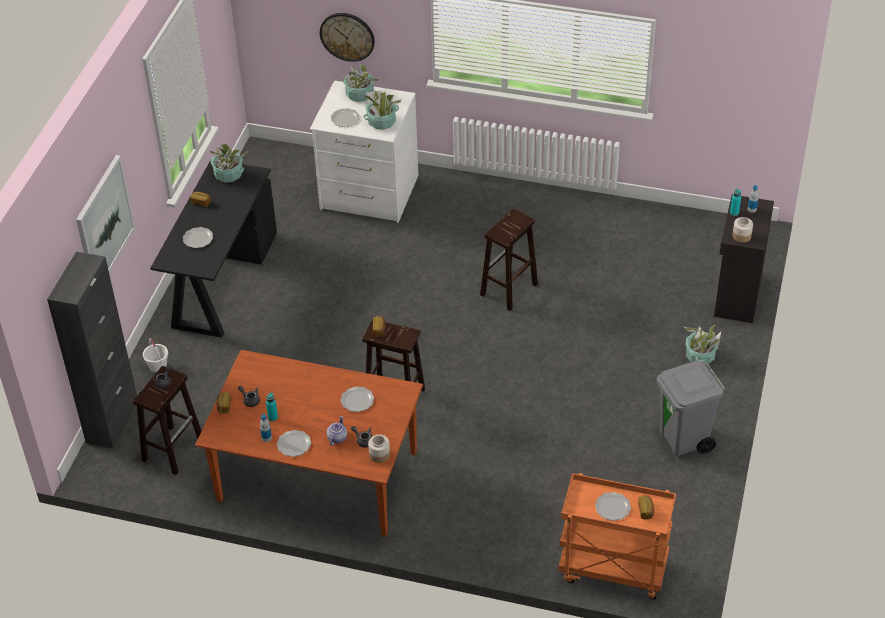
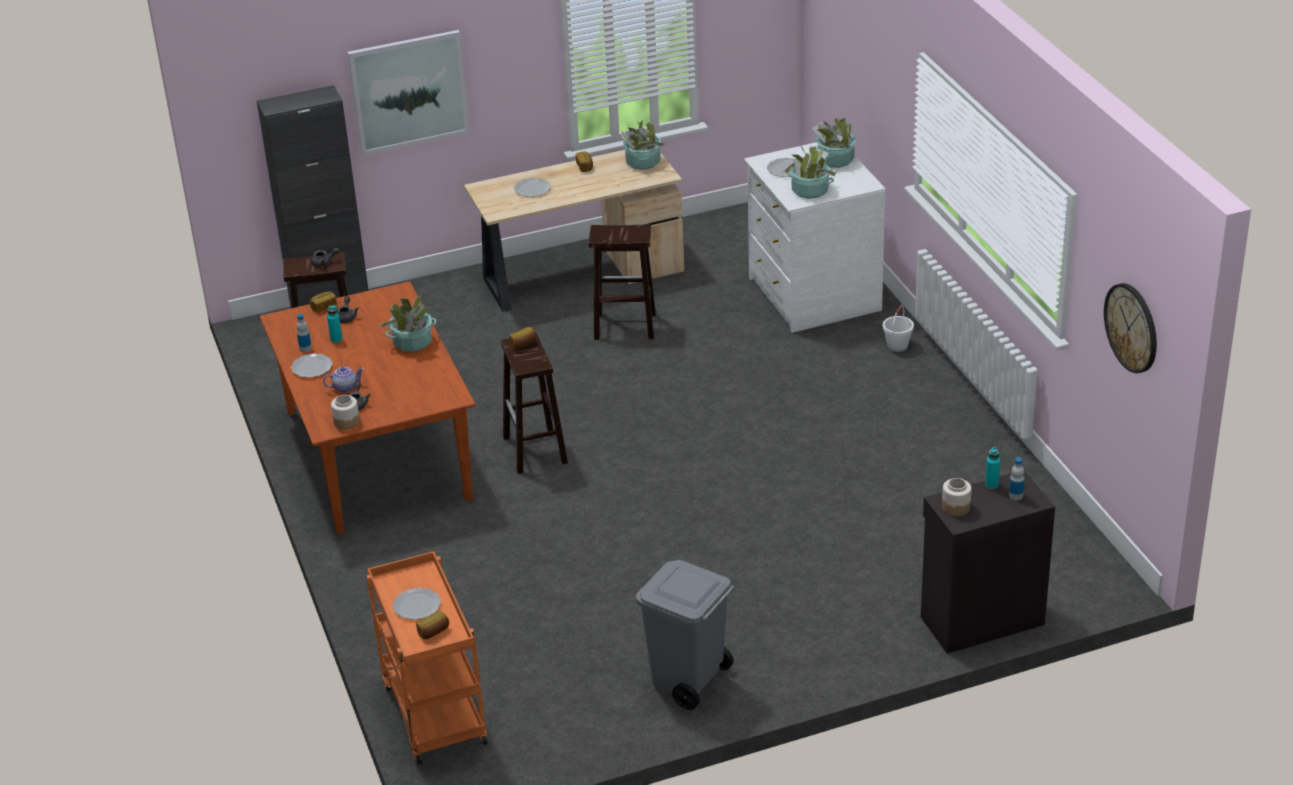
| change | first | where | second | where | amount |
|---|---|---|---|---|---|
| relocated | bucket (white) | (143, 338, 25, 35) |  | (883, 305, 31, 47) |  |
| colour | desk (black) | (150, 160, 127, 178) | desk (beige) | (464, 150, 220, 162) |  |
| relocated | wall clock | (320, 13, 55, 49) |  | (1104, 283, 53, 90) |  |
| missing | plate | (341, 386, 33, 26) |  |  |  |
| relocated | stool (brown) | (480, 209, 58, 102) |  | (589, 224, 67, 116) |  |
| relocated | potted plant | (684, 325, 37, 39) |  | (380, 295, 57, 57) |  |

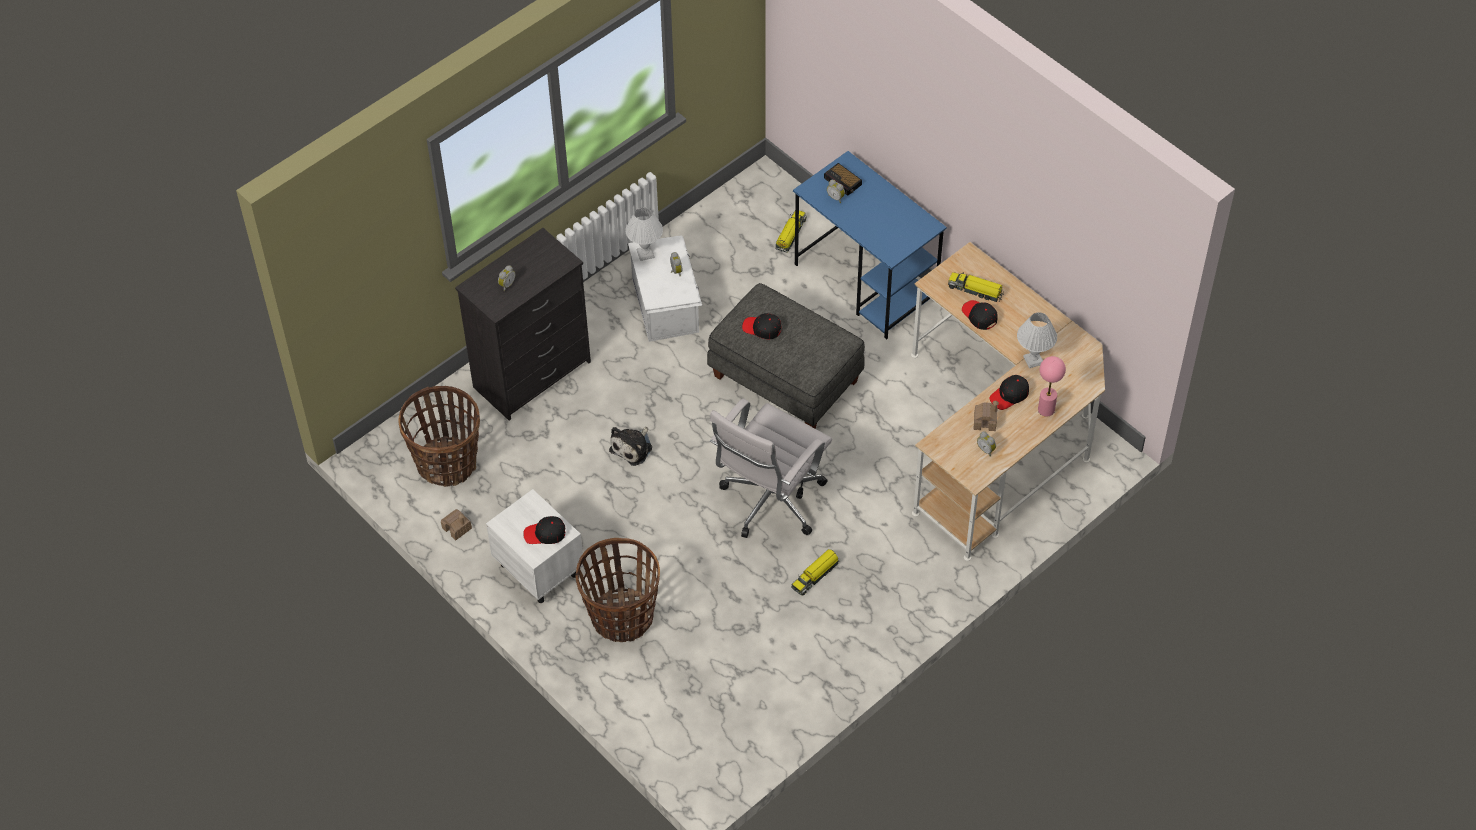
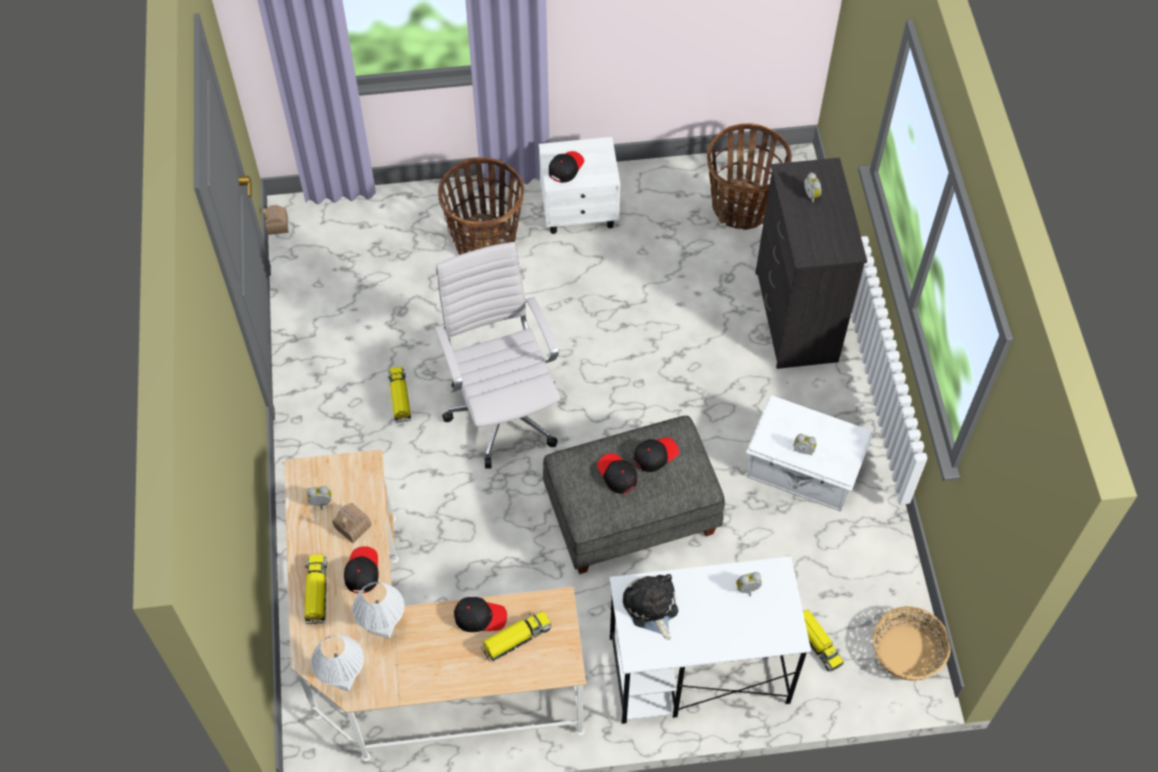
| change | first | where | second | where | amount |
|---|---|---|---|---|---|
| relocated | toy house | (441, 509, 31, 32) |  | (261, 205, 27, 30) |  |
| relocated | plush toy | (609, 426, 43, 40) |  | (623, 574, 55, 66) |  |
| relocated | table lamp (white) | (625, 207, 38, 54) |  | (311, 635, 53, 56) |  |
| colour | desk (blue) | (793, 151, 154, 188) | desk (white) | (609, 556, 202, 168) |  |
| missing | alarm clock | (824, 163, 38, 33) |  |  |  |
| exchanged | table lamp (pink) | (1038, 356, 28, 61) | toy truck | (305, 555, 22, 69) |  |
| appeared |  |  | cap (black) | (597, 453, 40, 41) |  |
| appeared |  |  | basket | (873, 606, 78, 75) |  |

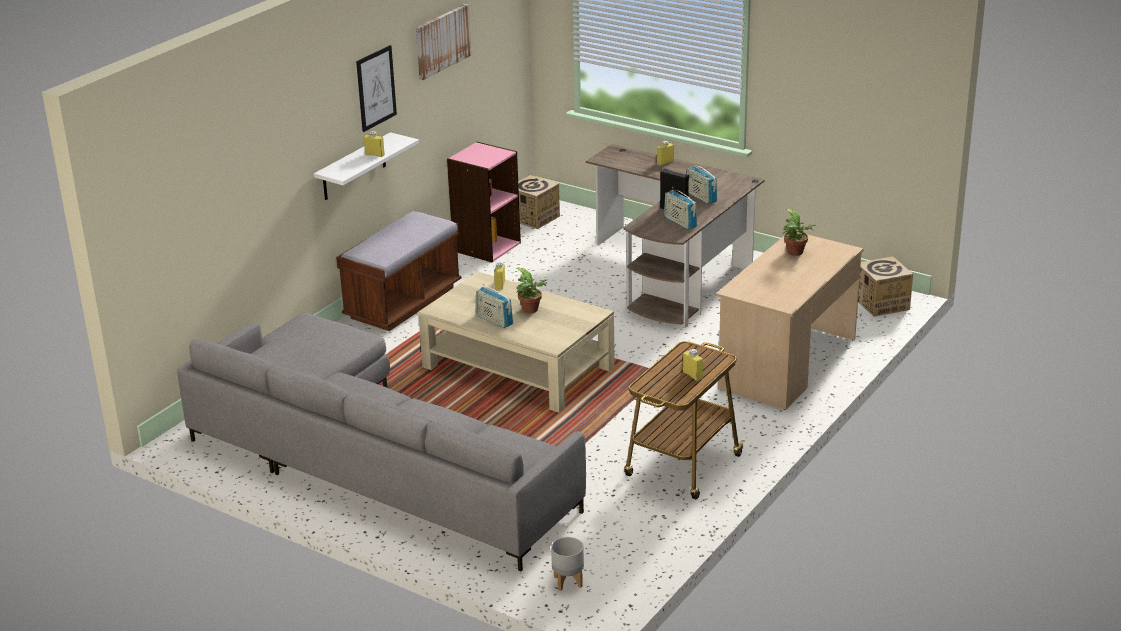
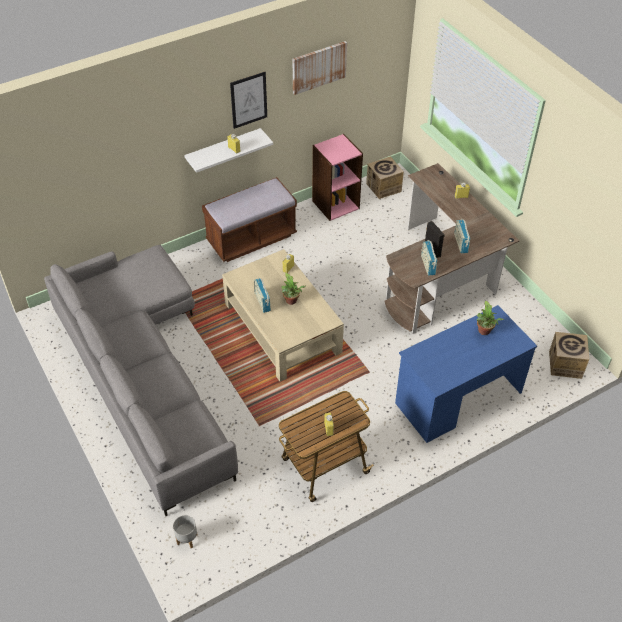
| change | first | where | second | where | amount |
|---|---|---|---|---|---|
| colour | desk (beige) | (716, 235, 148, 175) | desk (blue) | (395, 305, 142, 138) |  |

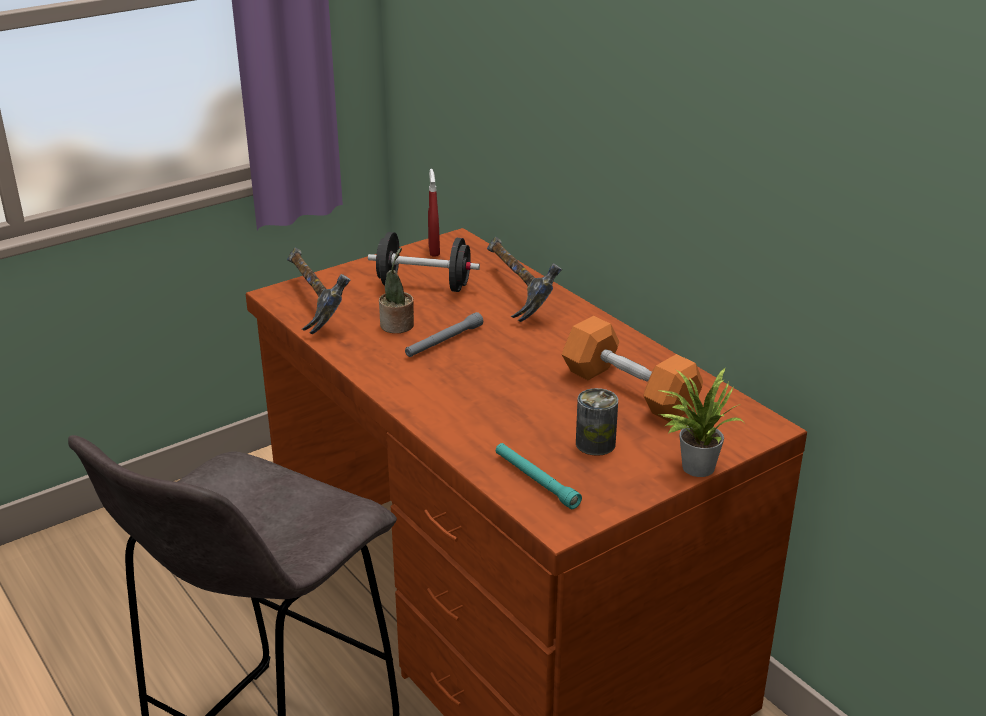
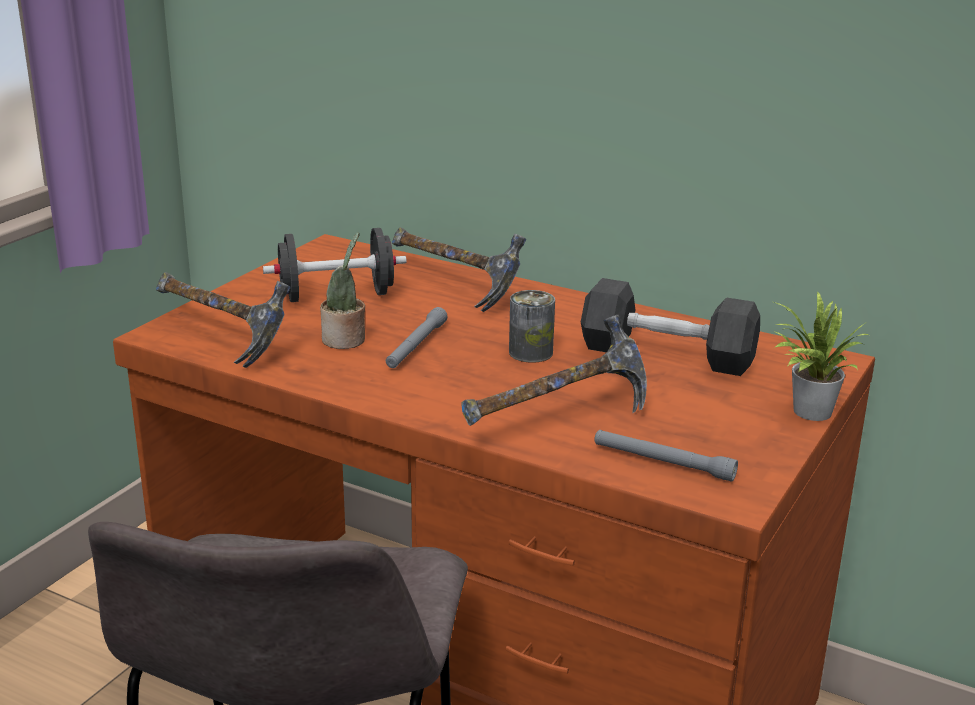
| change | first | where | second | where | amount |
|---|---|---|---|---|---|
| missing | spray bottle (red) | (428, 169, 12, 88) |  |  |  |
| colour | flashlight (turquoise) | (496, 443, 86, 66) | flashlight (grey) | (594, 430, 144, 52) |  |
| colour | dumbbell (orange) | (562, 316, 141, 106) | dumbbell (grey) | (581, 278, 179, 98) |  |
| relocated | can | (576, 388, 42, 68) |  | (509, 290, 46, 73) |  |
| appeared |  |  | hammer | (461, 315, 186, 111) |  |

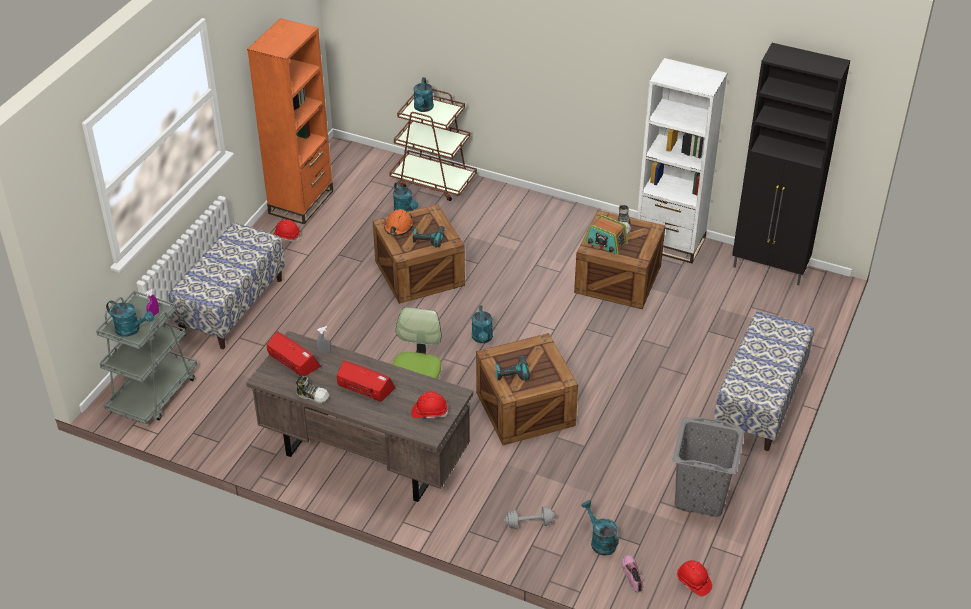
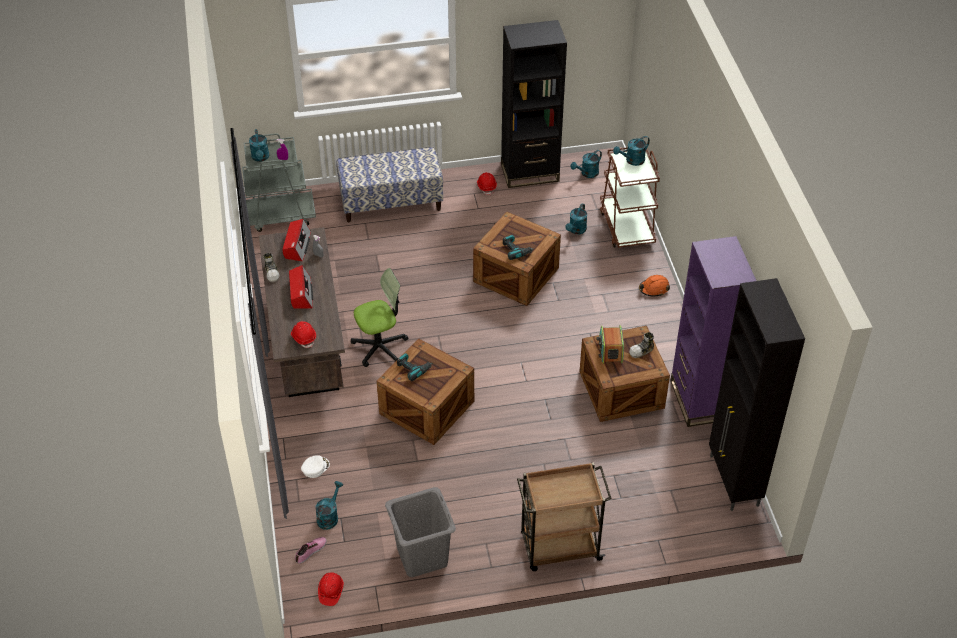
| change | first | where | second | where | amount |
|---|---|---|---|---|---|
| colour | bookcase (orange) | (247, 18, 86, 206) | bookcase (black) | (501, 20, 66, 168) |  |
| relocated | hard hat (orange) | (384, 209, 29, 27) |  | (639, 275, 31, 21) |  |
| relocated | watering can (turquoise) | (472, 305, 21, 38) |  | (570, 150, 32, 28) |  |
| exchanged | dumbbell (grey) | (504, 506, 52, 23) | cap (white) | (301, 455, 29, 23) |  |
| colour | bookcase (white) | (637, 58, 90, 205) | bookcase (purple) | (670, 236, 87, 191) |  |
| exchanged | bench | (714, 311, 100, 140) | cart (brown) | (517, 463, 95, 108) |  |

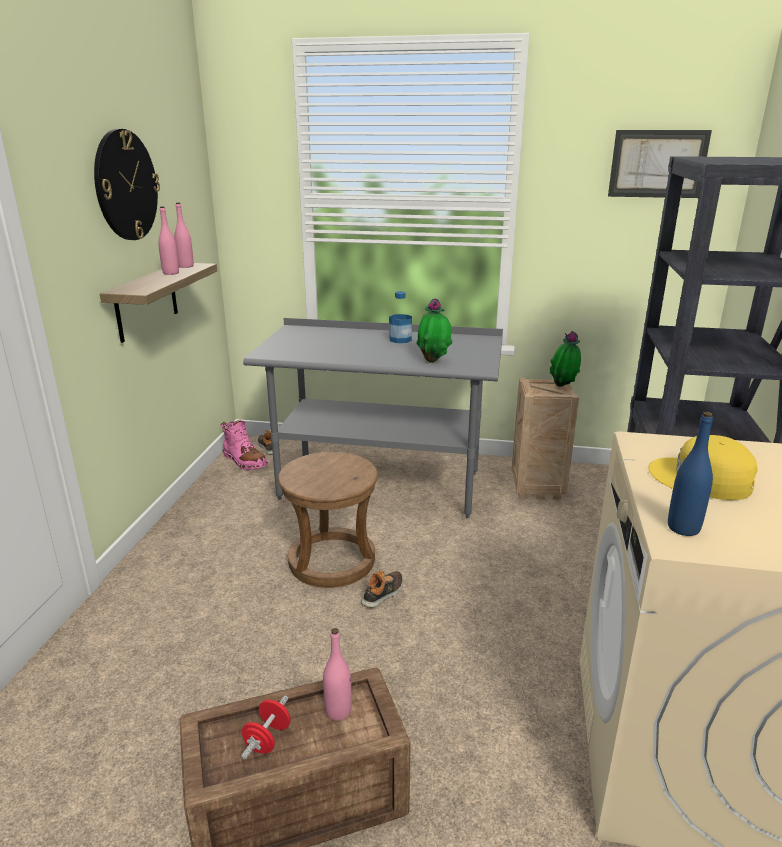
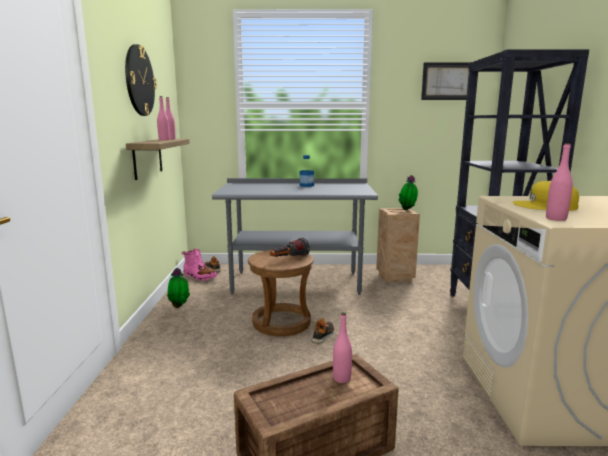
| change | first | where | second | where | amount |
|---|---|---|---|---|---|
| missing | dumbbell (red) | (241, 695, 50, 65) |  |  |  |
| relocated | potted plant | (416, 299, 37, 64) |  | (167, 268, 23, 40) |  |
| colour | bottle (blue) | (668, 412, 45, 124) | bottle (pink) | (546, 143, 27, 78) |  |
| appeared |  |  | flashlight | (270, 237, 40, 20) |  |

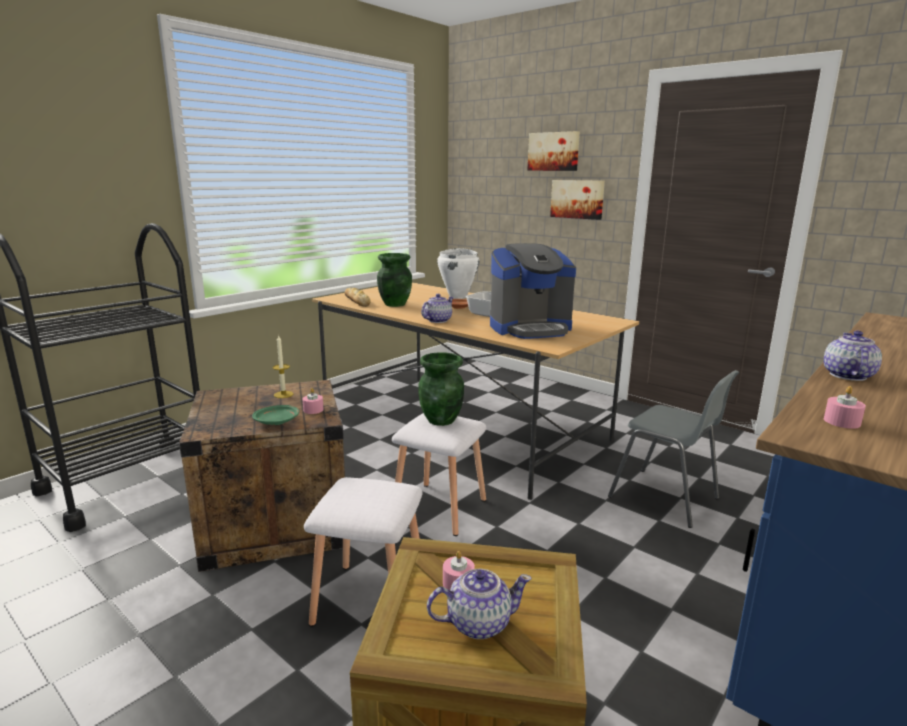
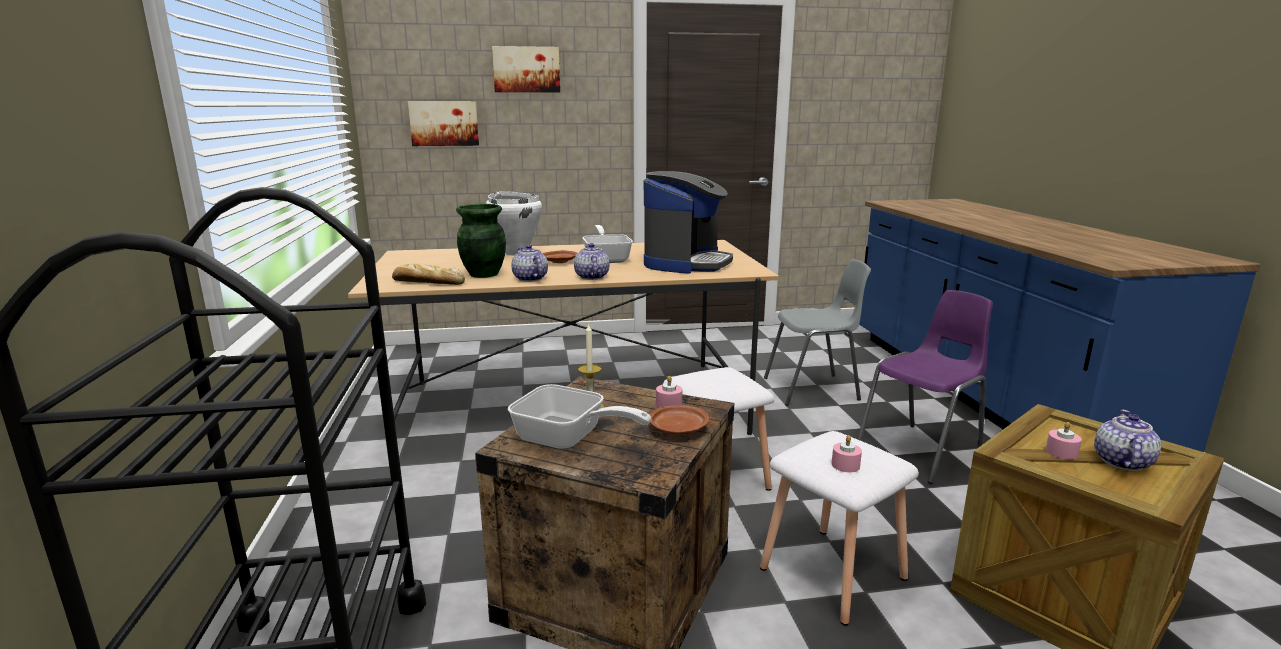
| change | first | where | second | where | amount |
|---|---|---|---|---|---|
| colour | plate (green) | (252, 405, 47, 20) | plate (brown) | (650, 405, 59, 30) |  |
| missing | vase (green) | (418, 352, 46, 74) |  |  |  |
| relocated | picture | (550, 180, 55, 40) |  | (408, 101, 71, 45) |  |
| relocated | teapot | (824, 331, 58, 50) |  | (511, 245, 37, 37) |  |
| relocated | candle (pink) | (824, 386, 42, 43) |  | (832, 435, 30, 37) |  |
| appeared |  |  | frying pan | (508, 384, 143, 65) |  |
| appeared |  |  | chair (purple) | (857, 290, 136, 194) |  |

